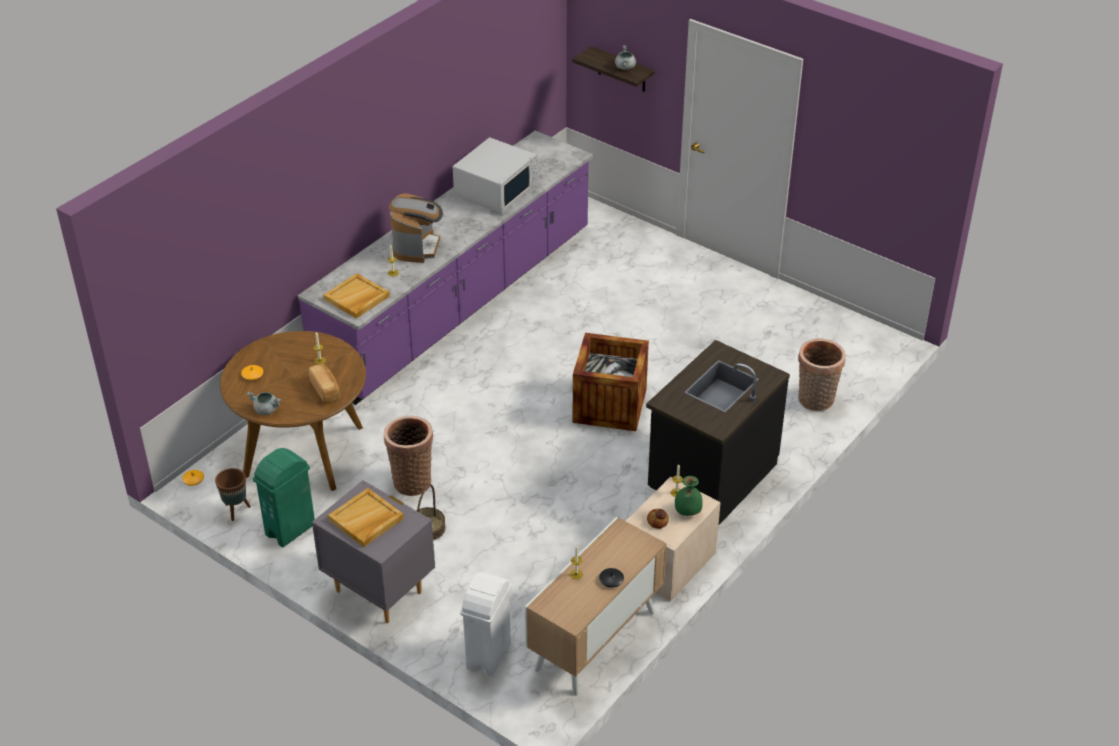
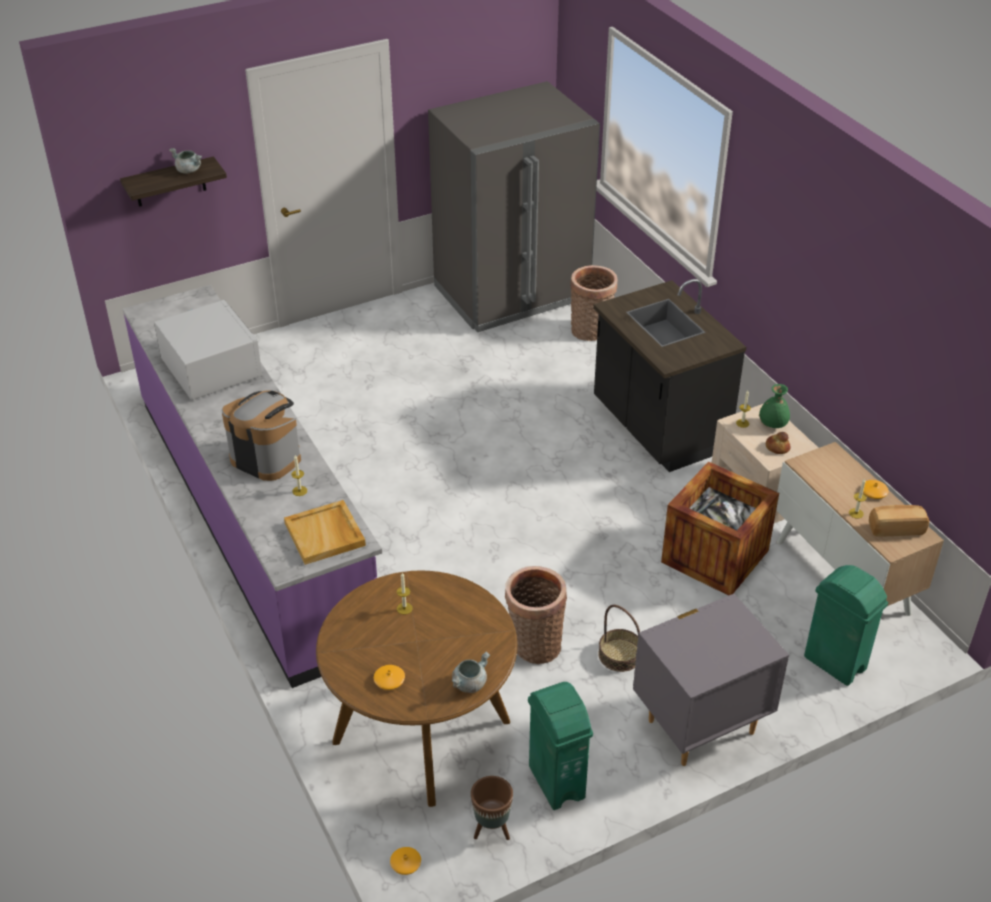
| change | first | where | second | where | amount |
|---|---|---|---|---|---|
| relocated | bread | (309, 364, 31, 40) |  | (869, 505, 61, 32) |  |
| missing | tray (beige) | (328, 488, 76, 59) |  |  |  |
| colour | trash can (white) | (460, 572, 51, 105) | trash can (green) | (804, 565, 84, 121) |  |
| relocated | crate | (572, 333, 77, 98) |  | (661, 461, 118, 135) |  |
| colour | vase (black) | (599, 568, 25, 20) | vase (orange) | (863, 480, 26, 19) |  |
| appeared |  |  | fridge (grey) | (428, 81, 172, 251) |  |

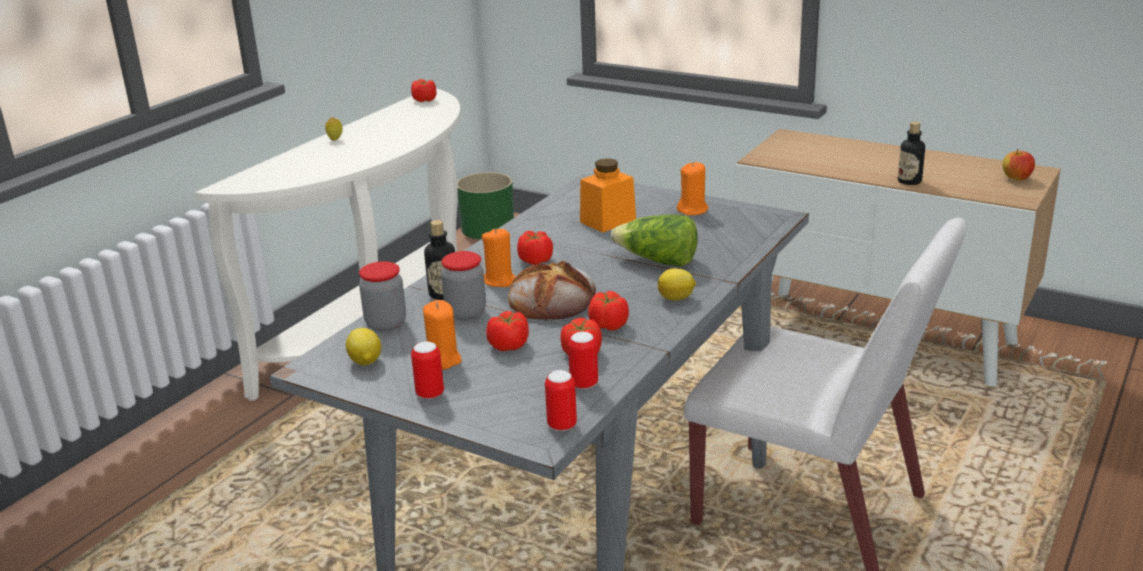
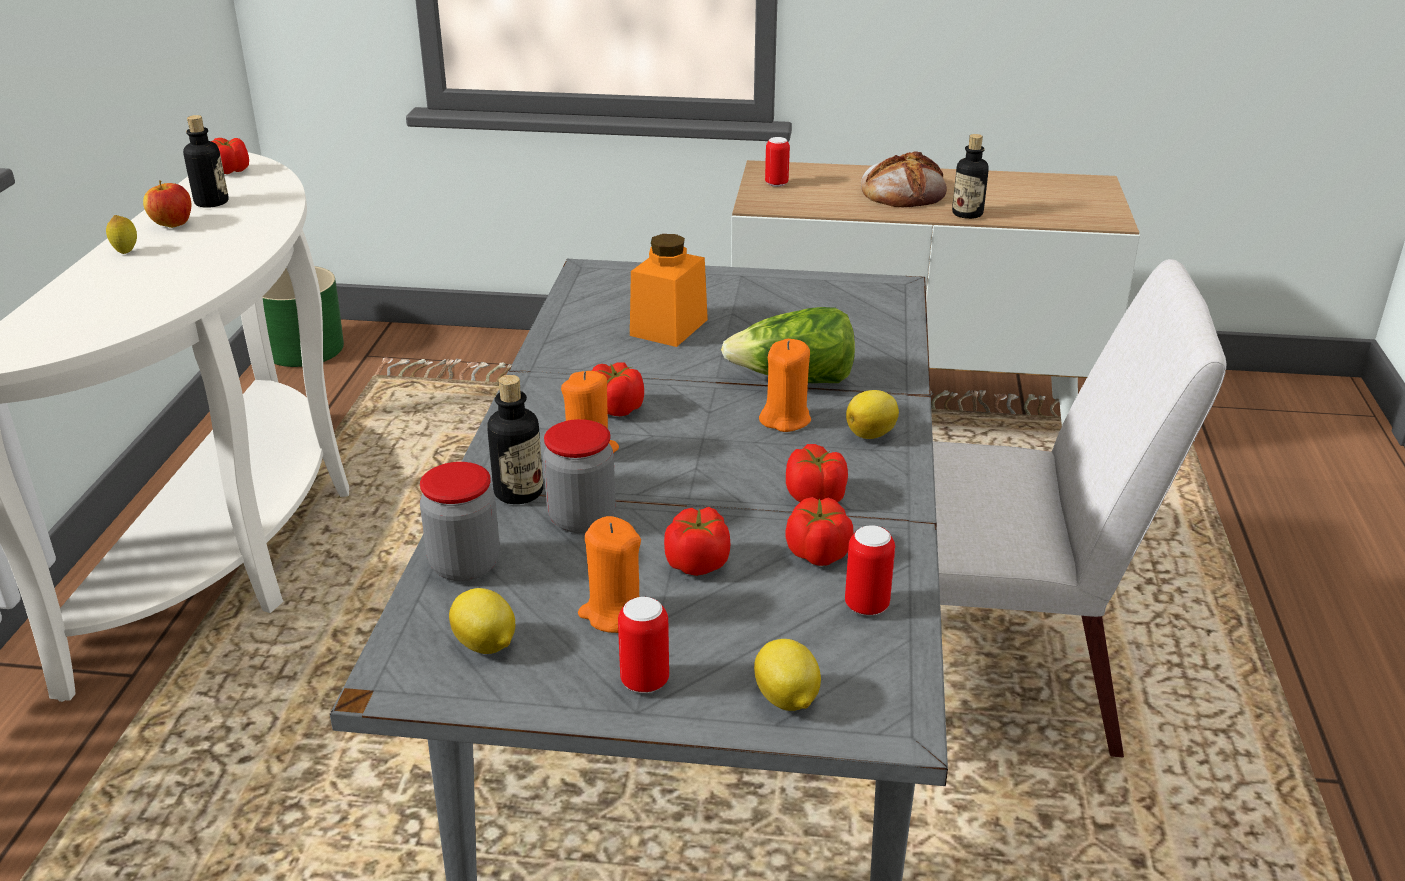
| change | first | where | second | where | amount |
|---|---|---|---|---|---|
| relocated | bread | (508, 261, 88, 59) |  | (861, 151, 86, 56) |  |
| relocated | can | (545, 370, 32, 61) |  | (765, 137, 25, 50) |  |
| relocated | candle (orange) | (677, 162, 31, 53) |  | (759, 339, 52, 93) |  |
| relocated | apple | (1003, 149, 32, 32) |  | (143, 180, 48, 48) |  |
| appeared |  |  | bottle | (183, 115, 46, 93) |  |
| appeared |  |  | lemon | (754, 639, 67, 72) |  |

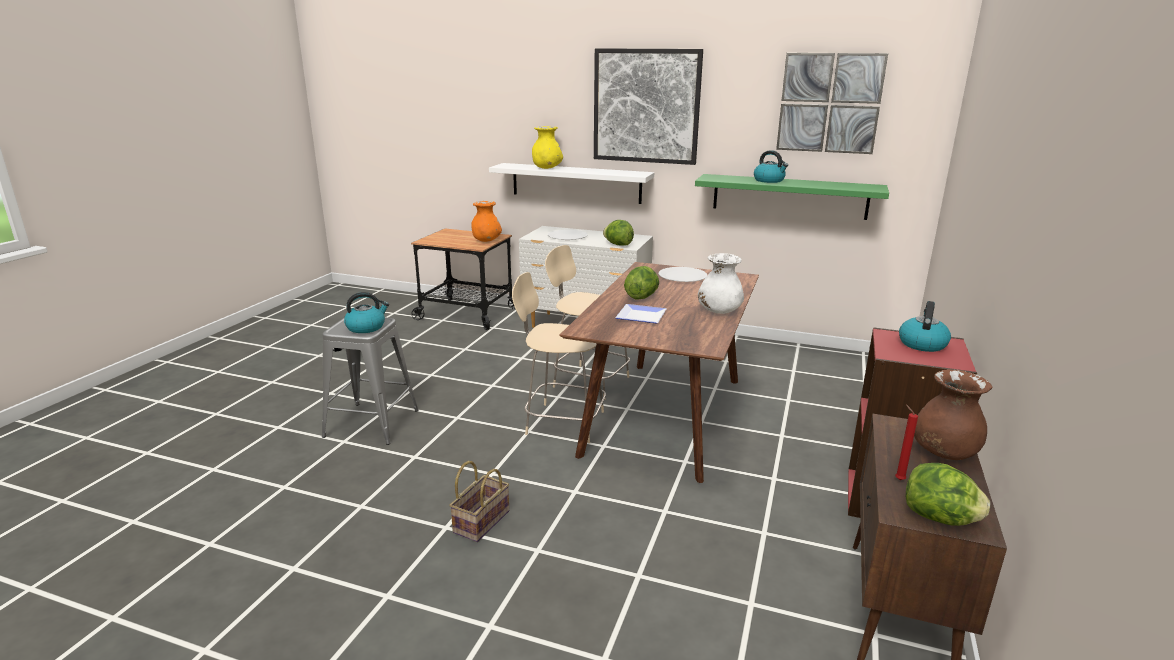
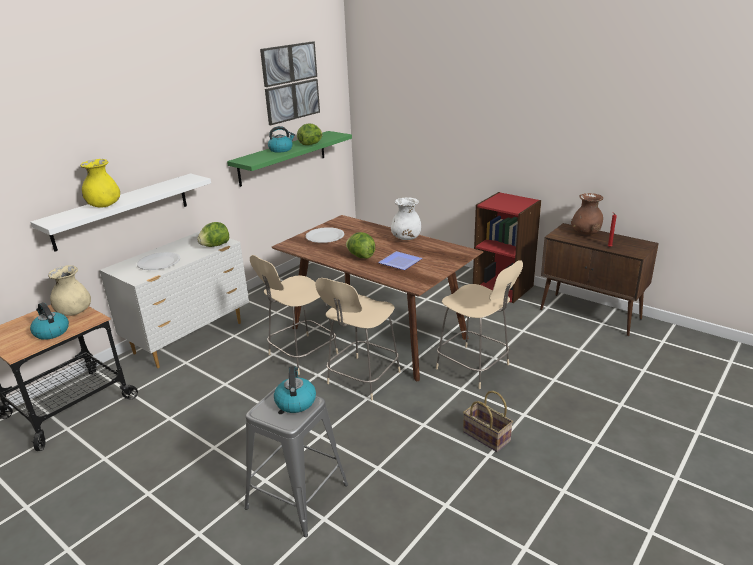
| change | first | where | second | where | amount |
|---|---|---|---|---|---|
| colour | vase (orange) | (471, 201, 31, 41) | vase (beige) | (48, 265, 43, 51) |  |
| missing | picture | (594, 48, 109, 117) |  |  |  |
| relocated | kettle | (899, 301, 52, 51) |  | (30, 302, 39, 38) |  |
| relocated | lettuce | (906, 463, 84, 63) |  | (297, 123, 26, 22) |  |
| appeared |  |  | chair (beige) | (436, 260, 87, 129) |  |

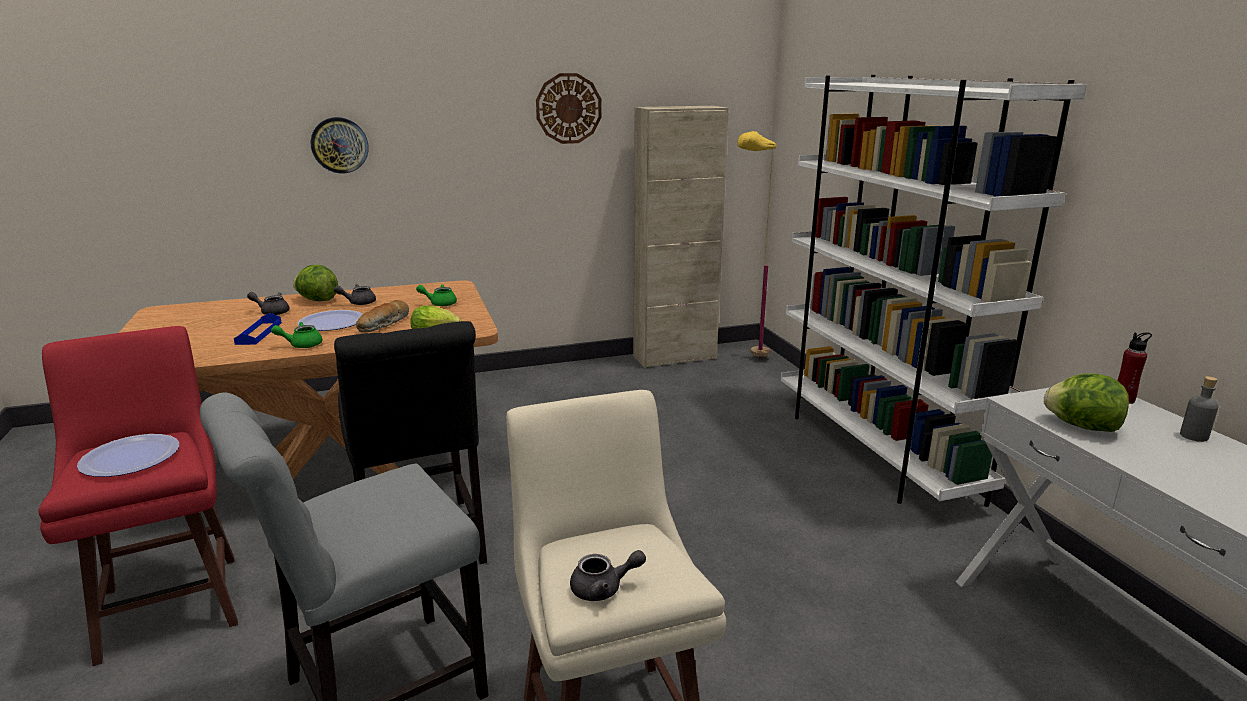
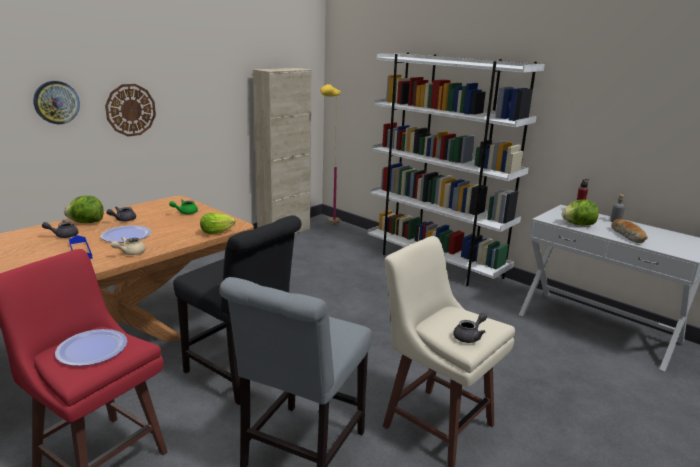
| change | first | where | second | where | amount |
|---|---|---|---|---|---|
| colour | teapot (green) | (271, 322, 51, 26) | teapot (beige) | (111, 237, 35, 18) |  |
| relocated | bread | (356, 300, 53, 32) |  | (611, 219, 37, 24) |  |
| relocated | wall clock | (536, 73, 66, 71) |  | (105, 84, 51, 53) |  |

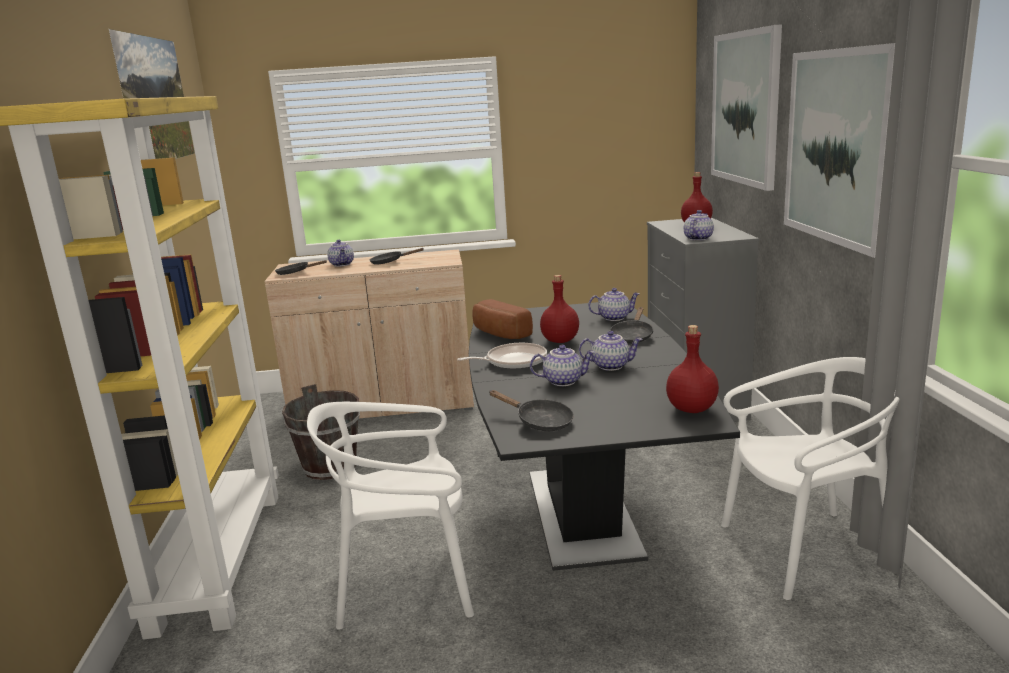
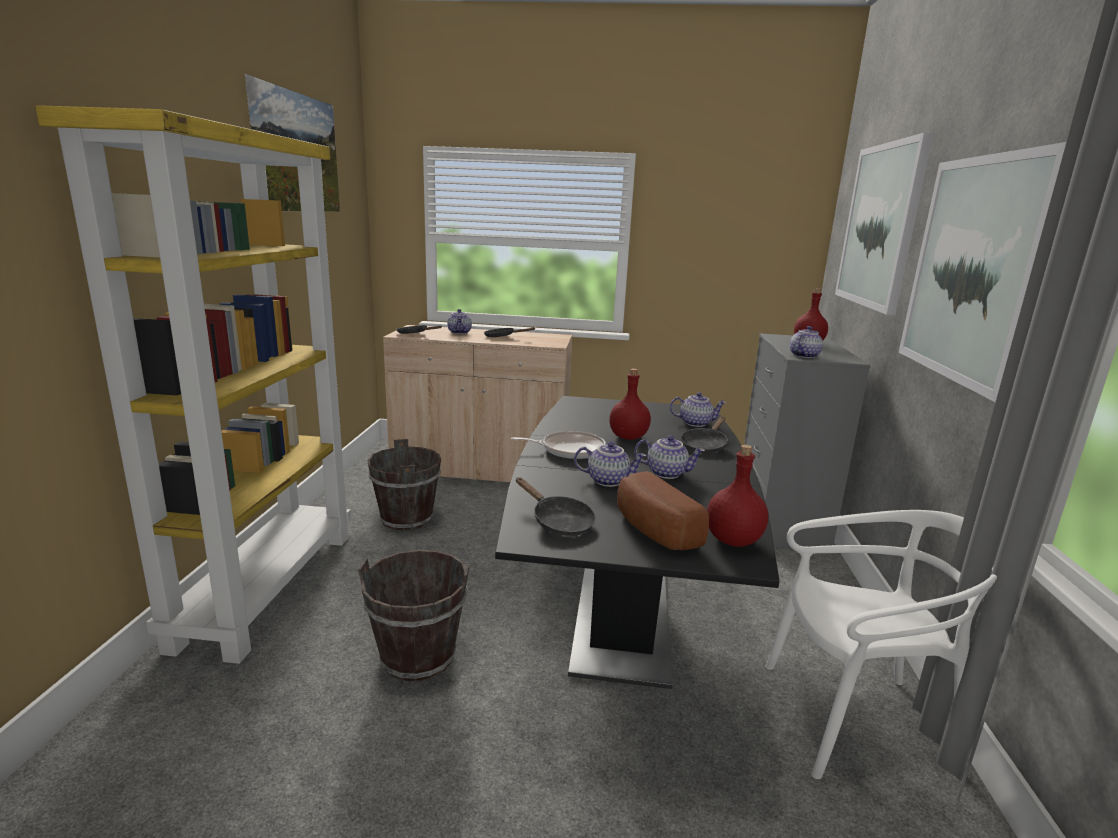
| change | first | where | second | where | amount |
|---|---|---|---|---|---|
| exchanged | chair (white) | (307, 402, 167, 228) | bucket (brown) | (358, 550, 112, 131) |  |
| relocated | bread | (472, 299, 61, 40) |  | (617, 471, 92, 79) |  |

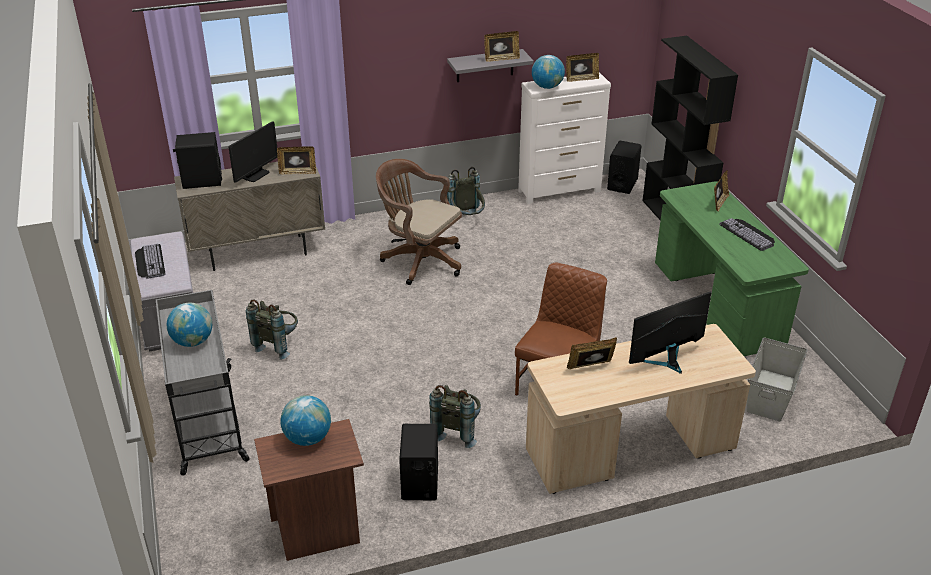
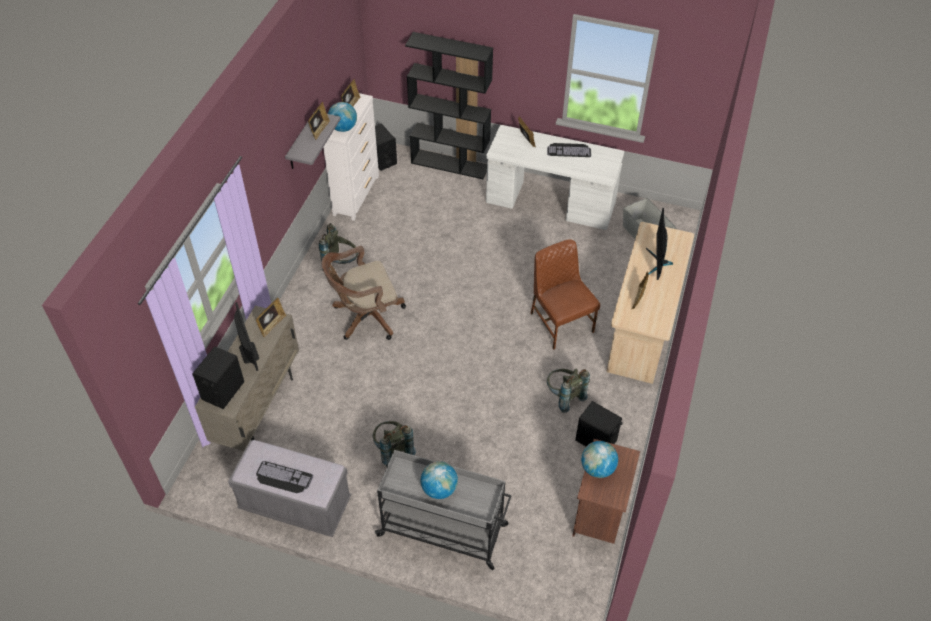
| change | first | where | second | where | amount |
|---|---|---|---|---|---|
| colour | desk (green) | (655, 181, 154, 175) | desk (white) | (486, 125, 138, 105) |  |

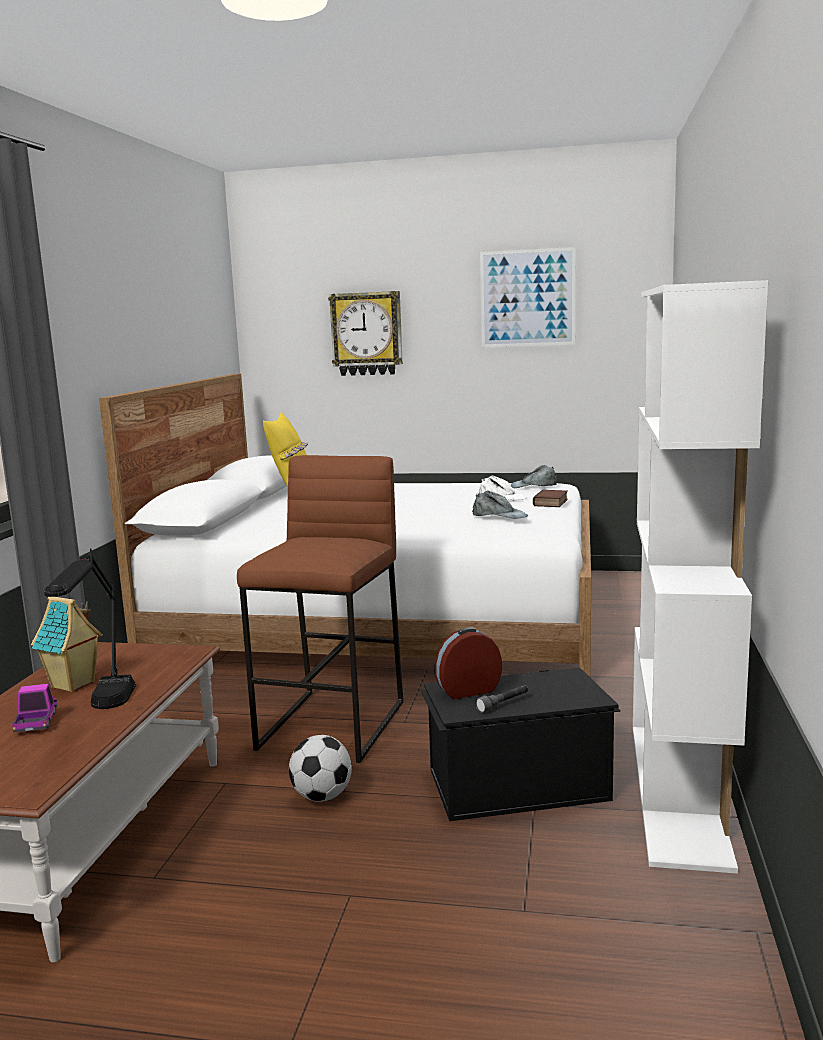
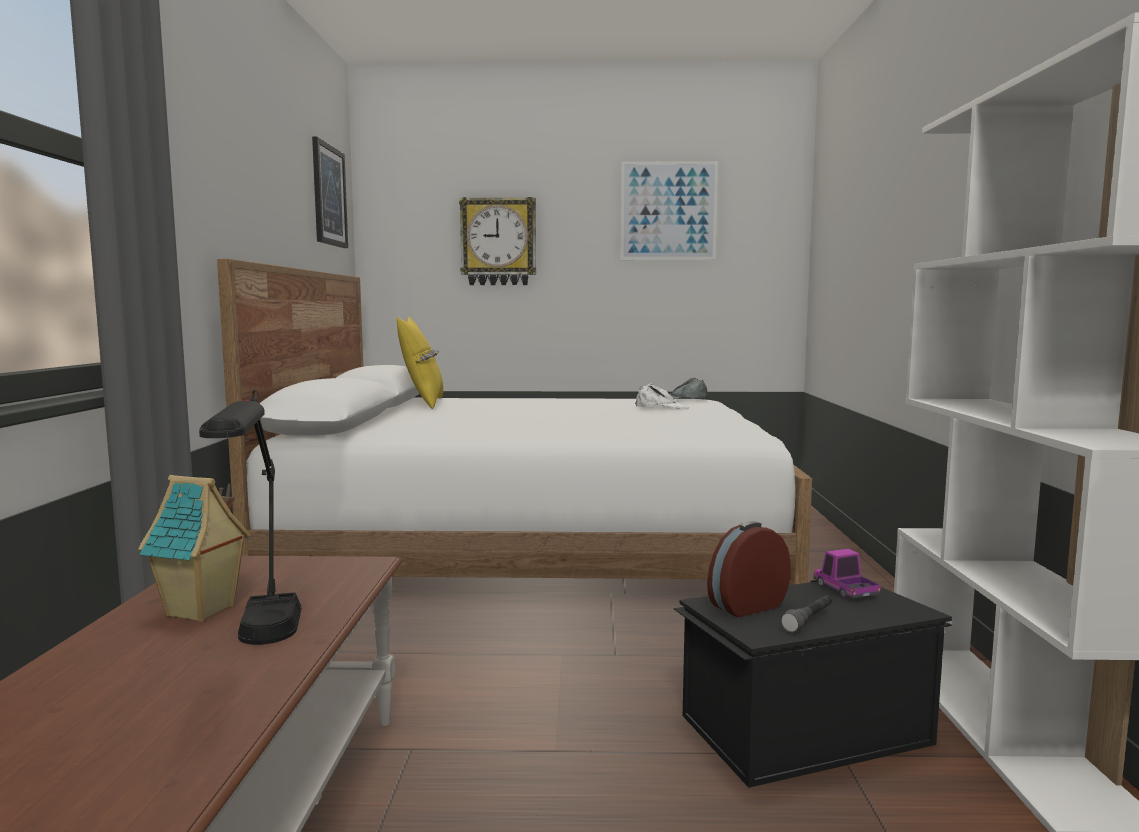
| change | first | where | second | where | amount |
|---|---|---|---|---|---|
| relocated | toy truck | (12, 684, 45, 48) |  | (814, 549, 67, 49) |  |
| missing | stool (brown) | (237, 455, 166, 308) |  |  |  |
| missing | football | (289, 735, 63, 67) |  |  |  |
| missing | cap (grey) | (472, 490, 56, 29) |  |  |  |
| missing | book | (533, 490, 35, 17) |  |  |  |
| appeared |  |  | picture | (312, 136, 36, 112) |  |

